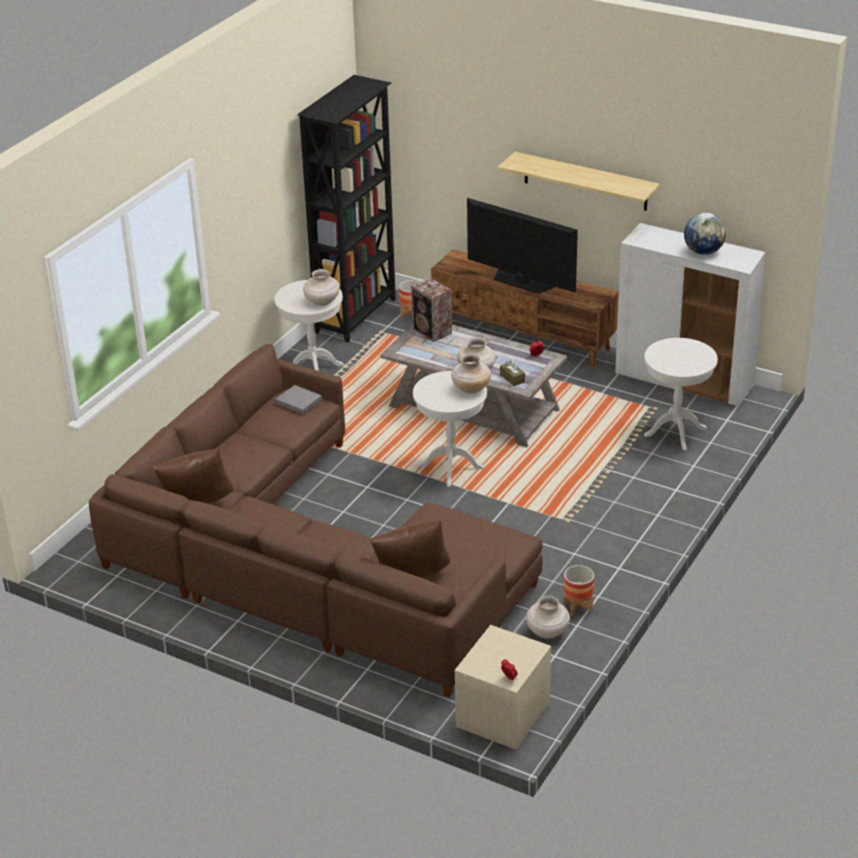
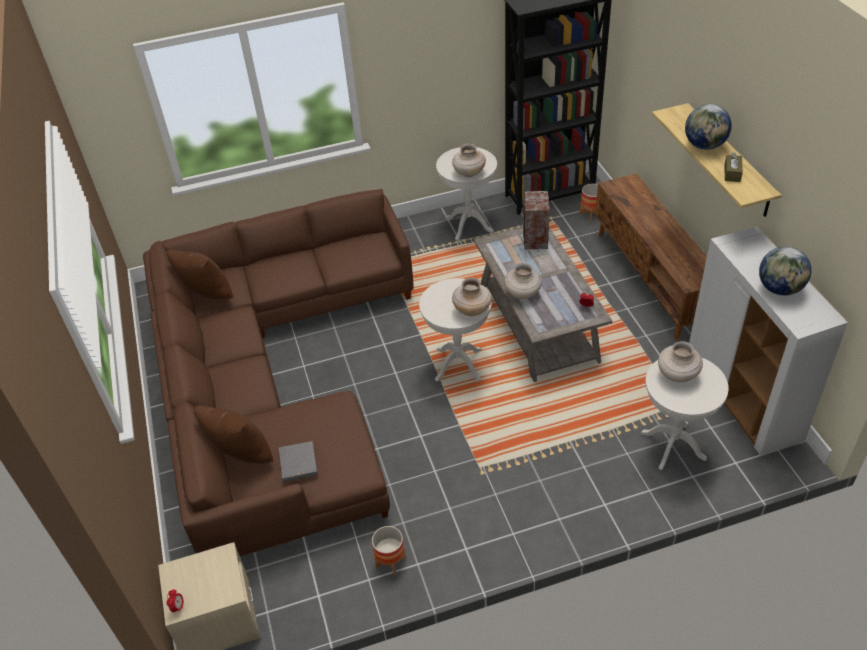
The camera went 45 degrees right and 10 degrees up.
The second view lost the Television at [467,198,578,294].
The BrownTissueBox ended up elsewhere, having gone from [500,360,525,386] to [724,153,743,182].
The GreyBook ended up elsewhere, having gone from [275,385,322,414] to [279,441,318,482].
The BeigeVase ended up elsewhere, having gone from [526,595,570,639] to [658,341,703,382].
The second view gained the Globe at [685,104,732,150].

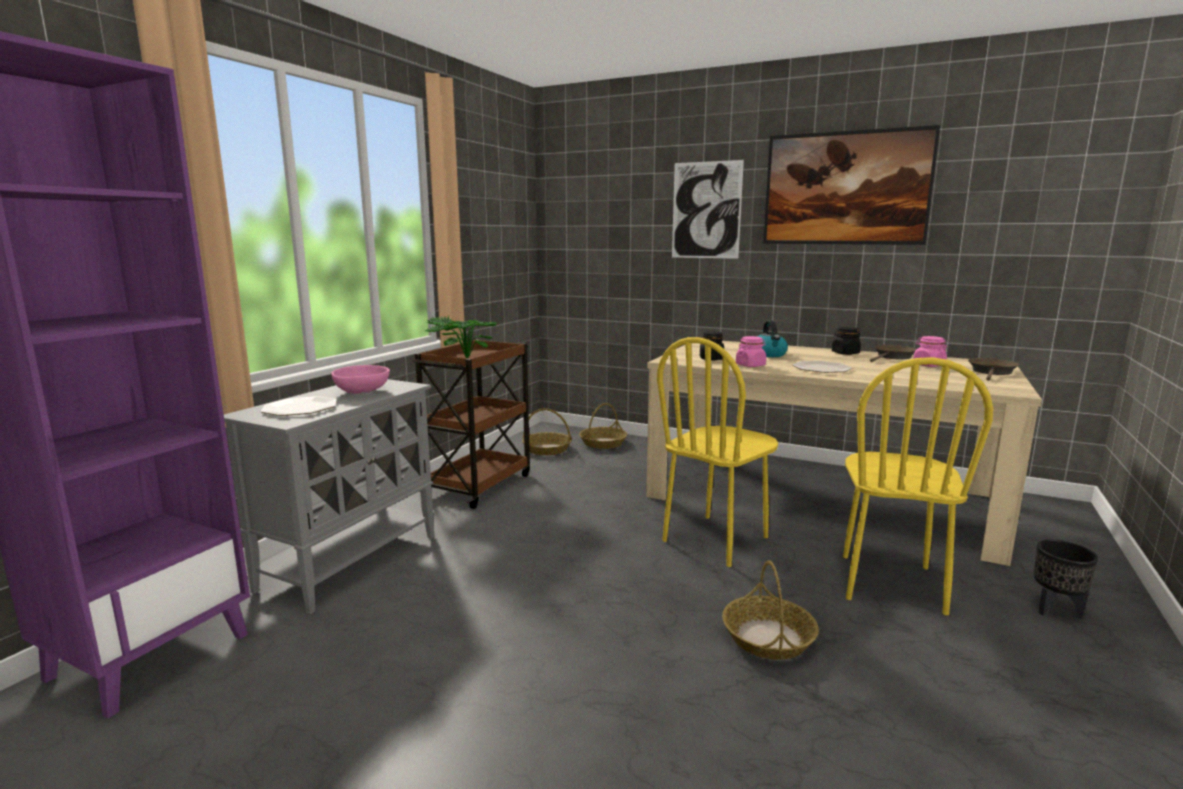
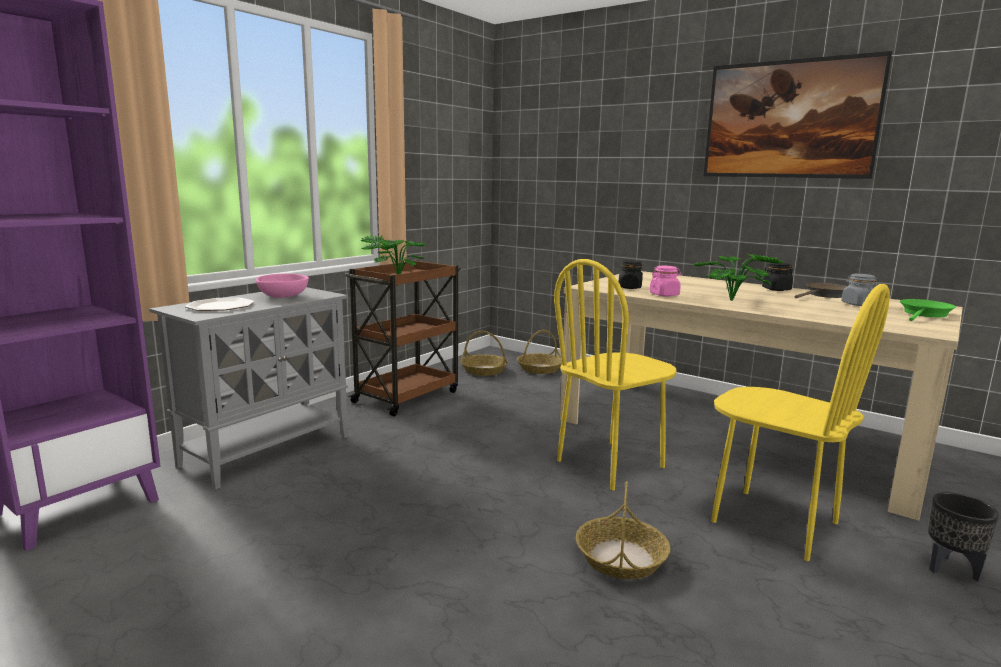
The camera went 10 degrees right and 0 degrees up.
The second view lost the Picture at [672,160,744,259].
The second view lost the Kettle at [757,320,788,357].
What was the PinkJar at [913,336,947,367] turned into the GreyJar at [841,274,877,306].
The YellowChair at [843,357,993,615] ended up facing another way, 75 degrees counterclockwise from before.
What was the BrownFryingPan at [968,358,1020,381] turned into the GreenFryingPan at [900,299,956,321].
Where the Plate stood at [793,361,852,373], the PottedPlant came to stand at [693,254,785,301].

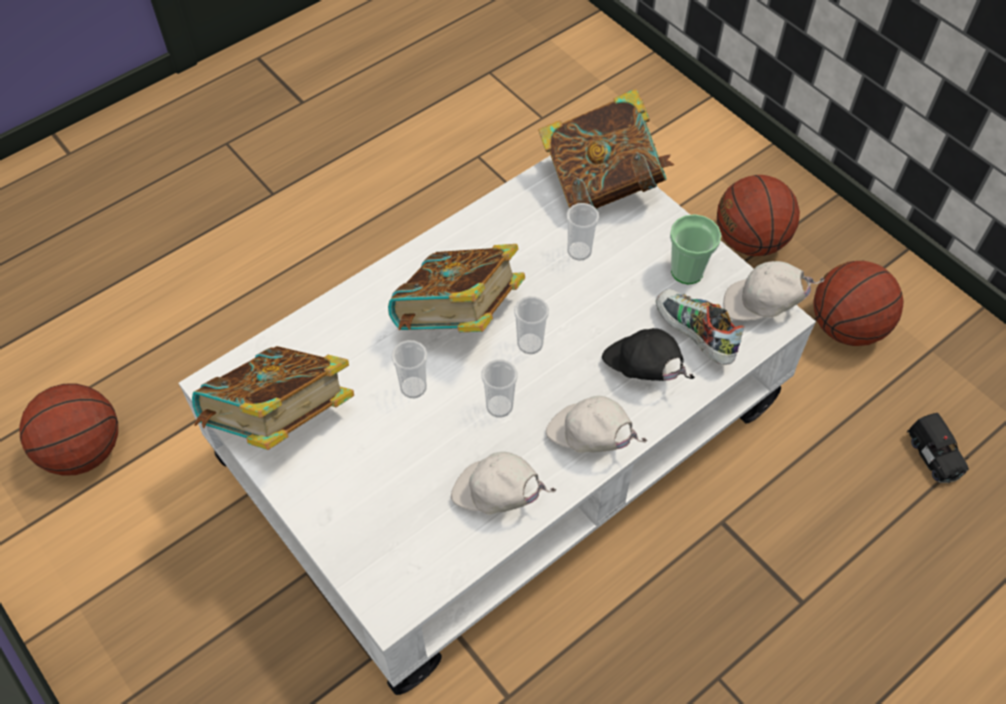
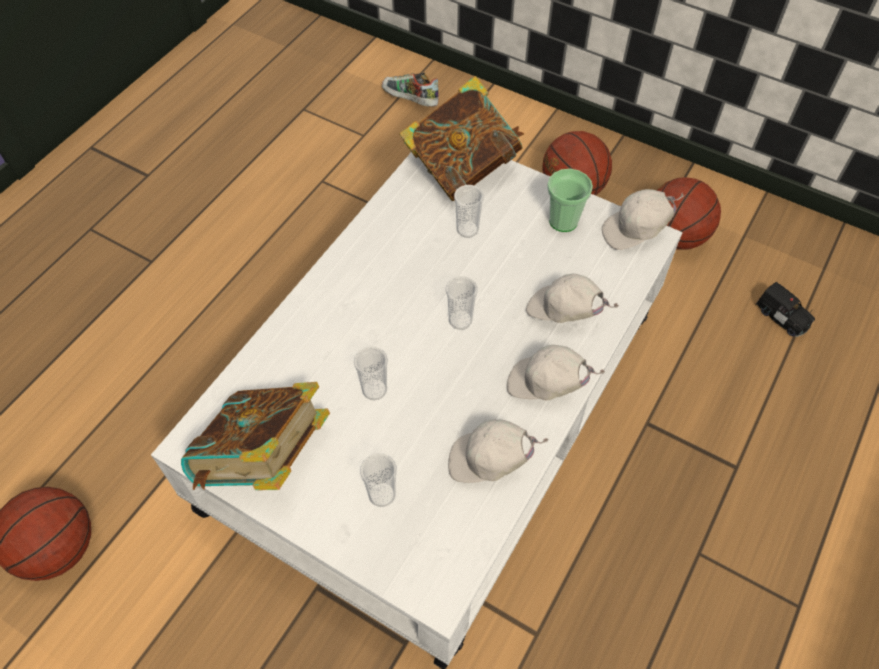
The camera went 20 degrees left and 0 degrees up.
The second view lost the Book at [388,244,525,332].
The Shoe ended up elsewhere, having gone from [656,289,744,365] to [382,73,439,107].
What was the BlackCap at [602,328,695,381] turned into the WhiteCap at [526,274,619,323].
The Cup ended up elsewhere, having gone from [481,359,517,418] to [360,453,397,507].

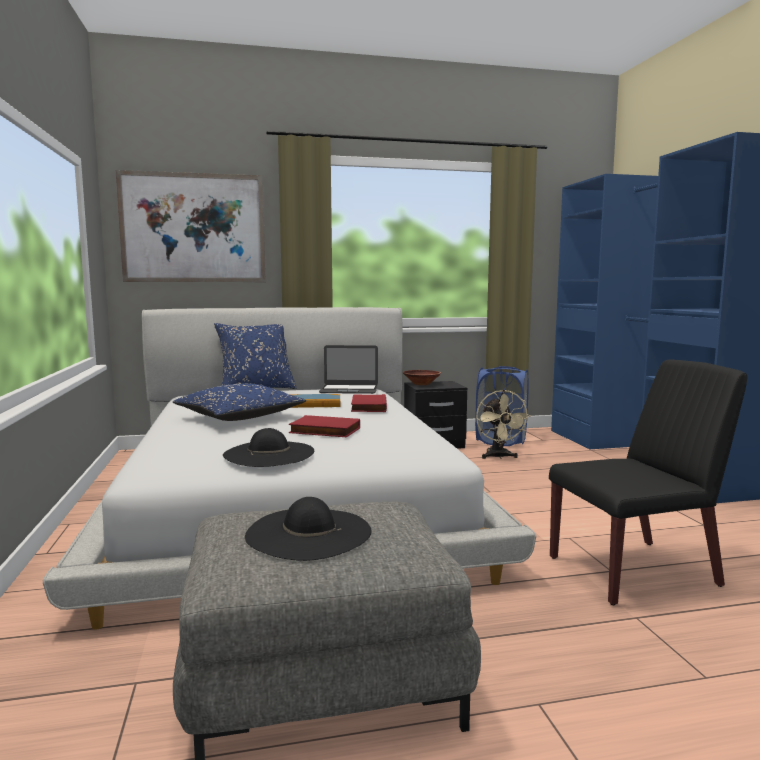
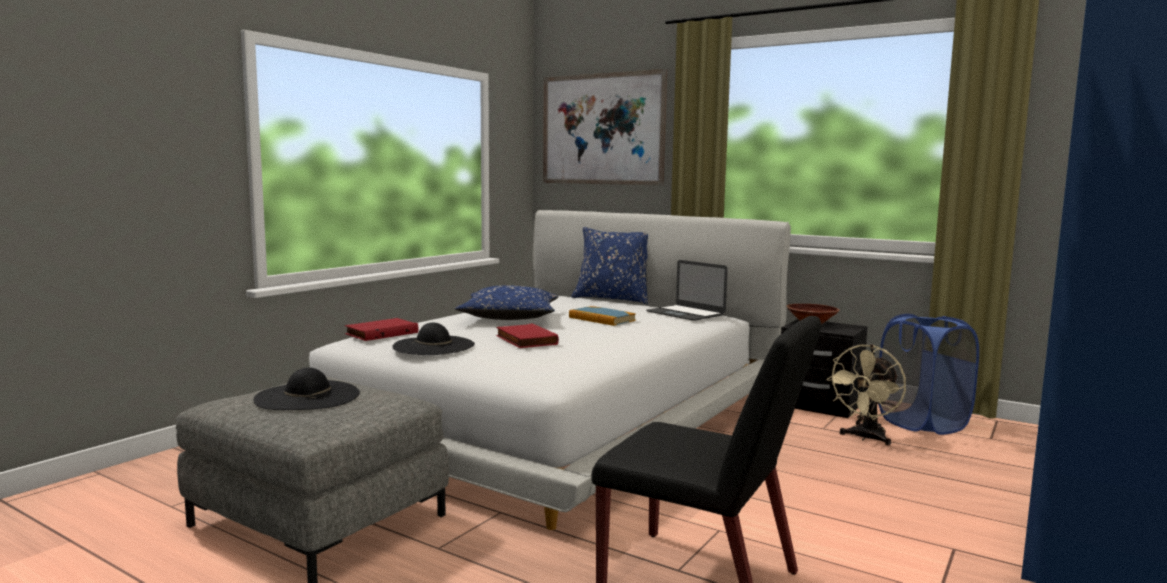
The camera went 45 degrees right and 0 degrees up.
The RedBook ended up elsewhere, having gone from [351,394,387,412] to [345,318,418,341].

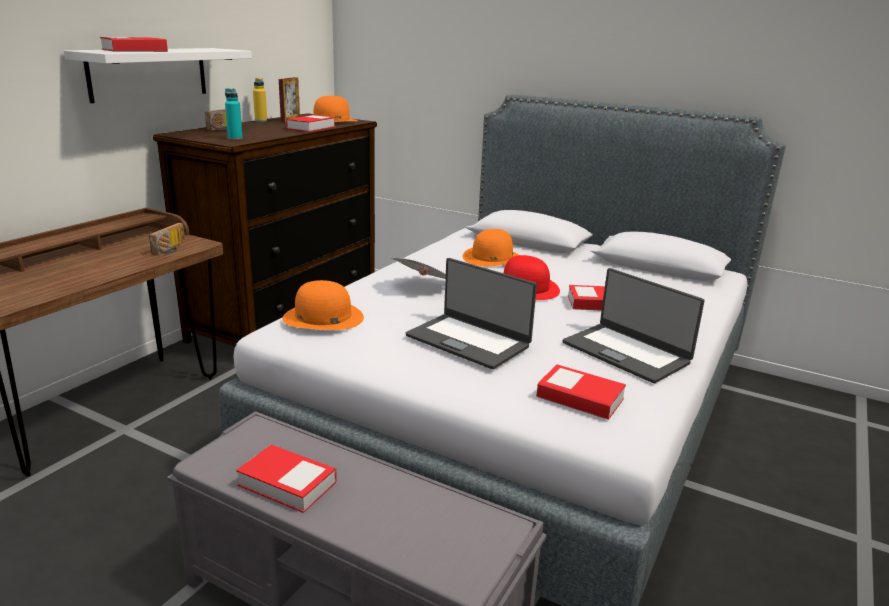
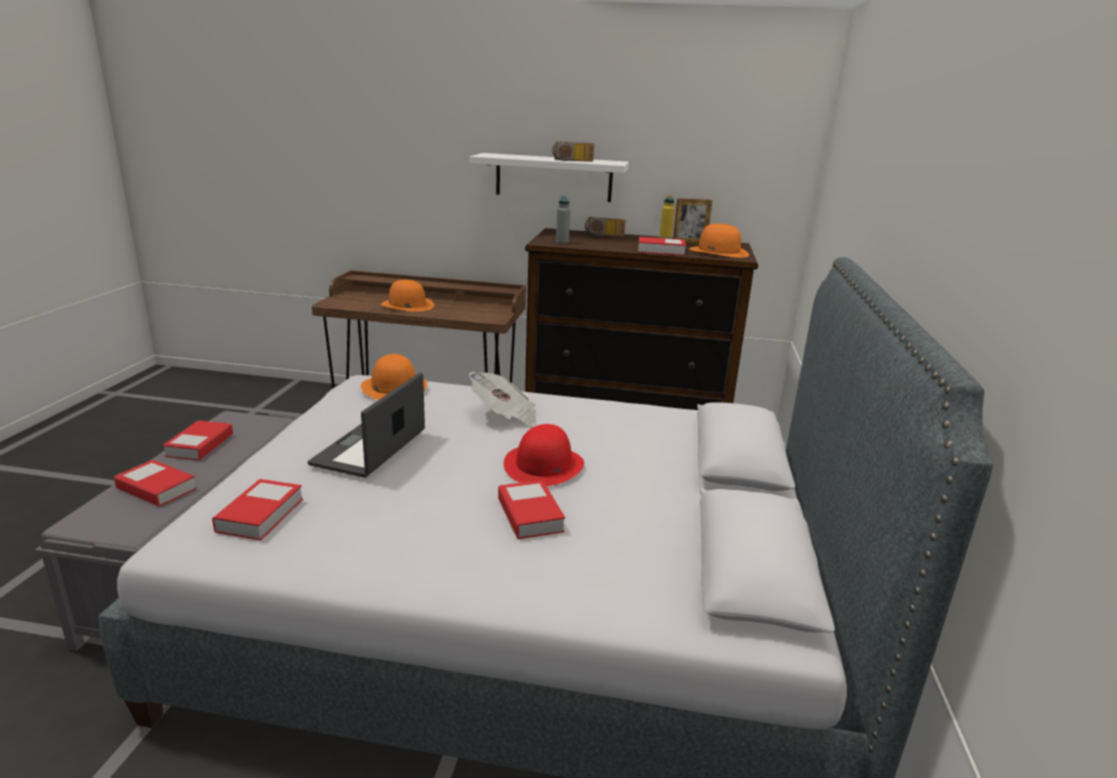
The camera went 70 degrees right and 0 degrees up.
The Book ended up elsewhere, having gone from [100,37,168,52] to [114,460,197,507].
What was the TurquoiseBottle at [225,88,243,140] turned into the GreyBottle at [556,196,570,243].
The Radio ended up elsewhere, having gone from [149,223,185,255] to [552,141,594,162].
The OrangeHat ended up elsewhere, having gone from [463,229,519,266] to [381,280,434,312].
The second view lost the Laptop at [563,268,705,383].

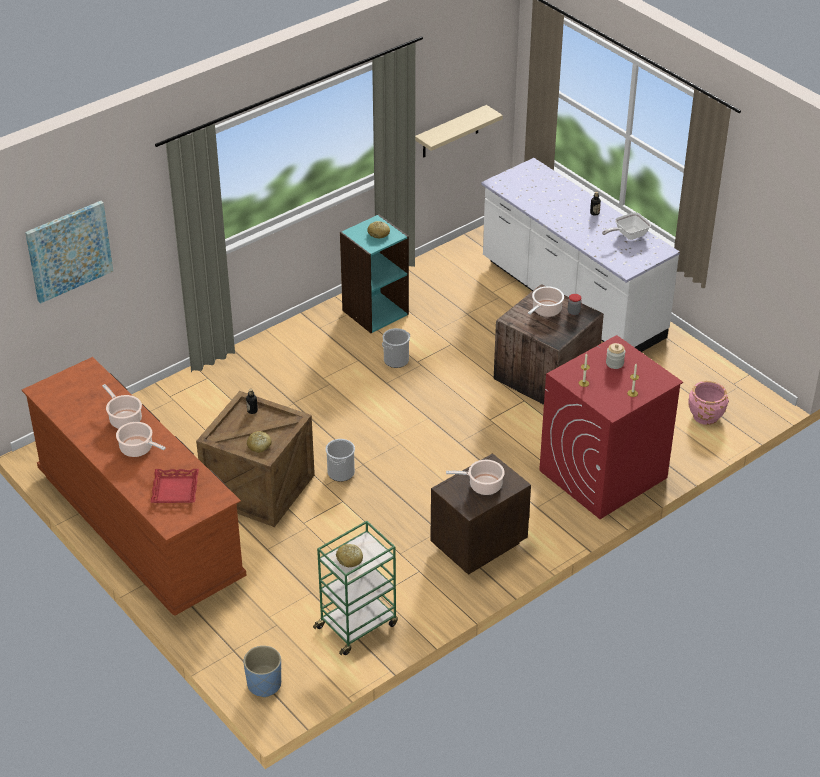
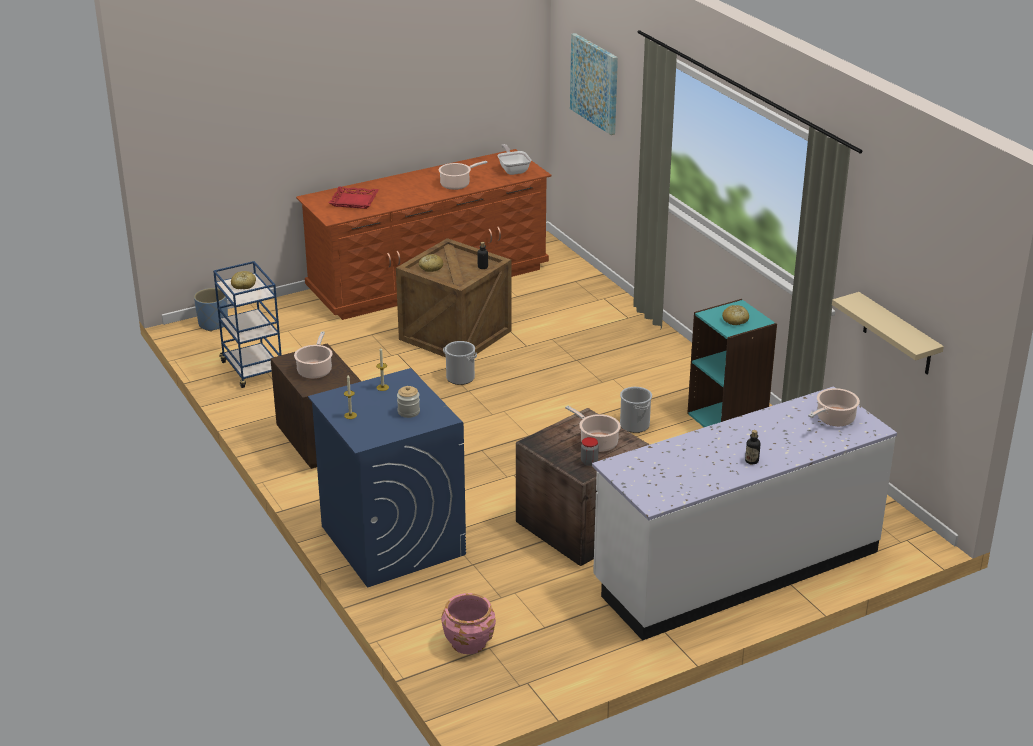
The camera went 100 degrees right and 10 degrees down.
The FryingPan ended up elsewhere, having gone from [602,212,651,240] to [497,144,531,175].
What was the RedWashingMachine at [539,335,683,519] turned into the BlueWashingMachine at [308,368,466,588].
The CookingPot ended up elsewhere, having gone from [116,422,166,457] to [808,388,860,426].
What was the GreenCart at [313,521,398,656] turned into the BlueCart at [213,261,282,388].

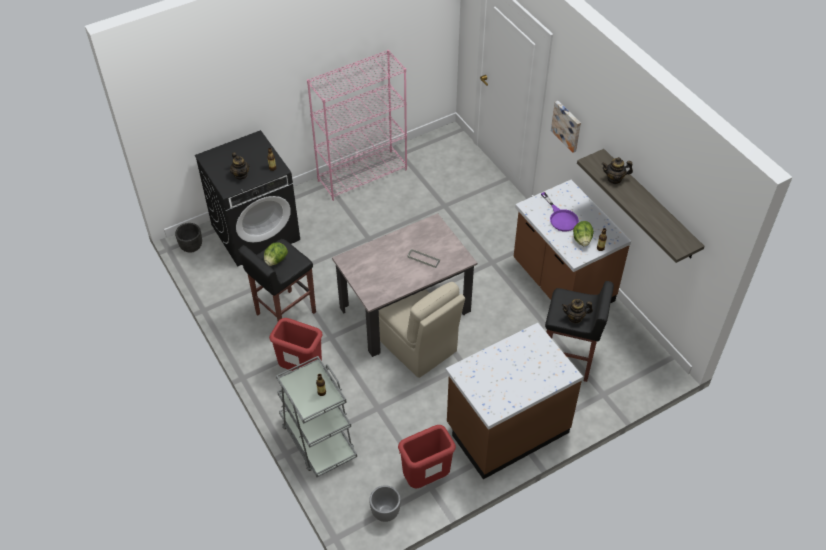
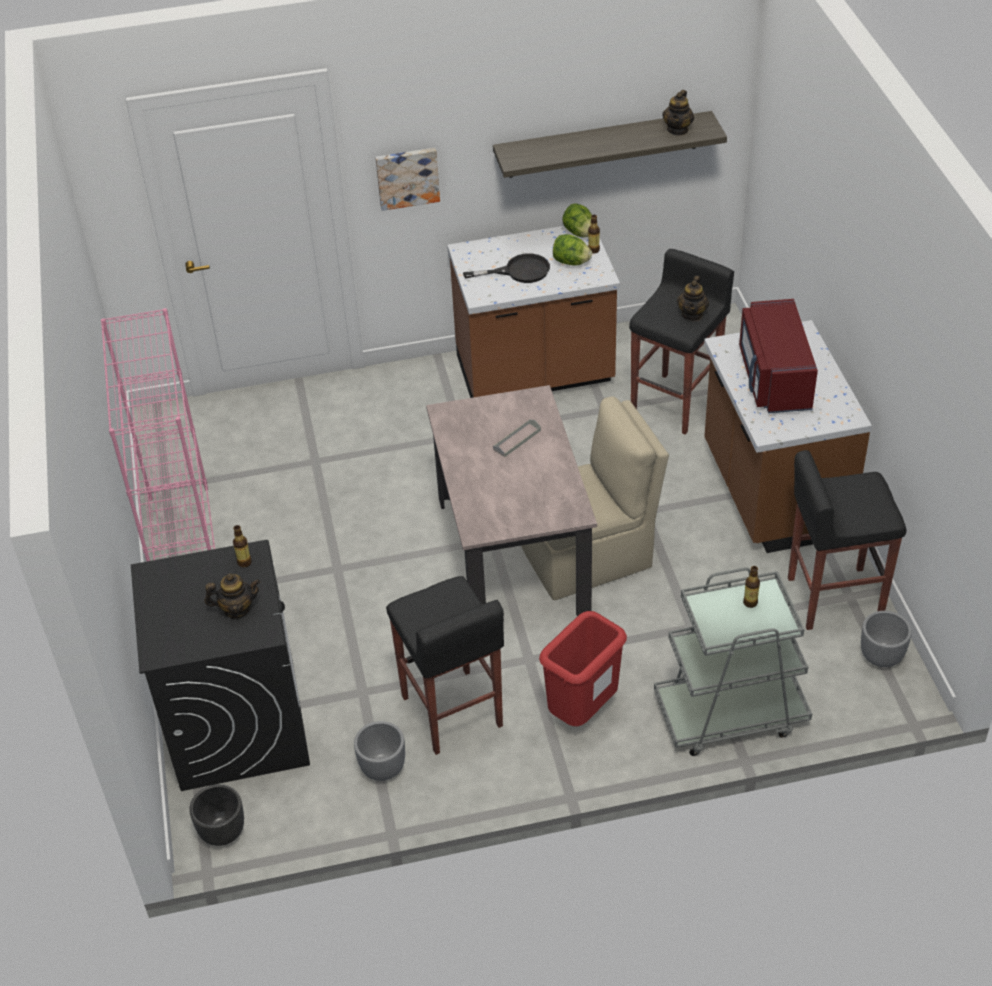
The camera went 70 degrees left and 5 degrees down.
The Teapot ended up elsewhere, having gone from [602,157,633,184] to [662,90,694,136].
What was the PurpleFryingPan at [541,192,579,231] turned into the BlackFryingPan at [463,253,550,283].
The Lettuce ended up elsewhere, having gone from [264,242,288,266] to [562,203,592,237].
Where the RedTrashCan stood at [398,425,456,488], the BlackStool came to stand at [788,450,906,630].
The second view gained the RedMicrowave at [739,299,818,413].
The second view gained the GreyPlanter at [354,721,405,781].

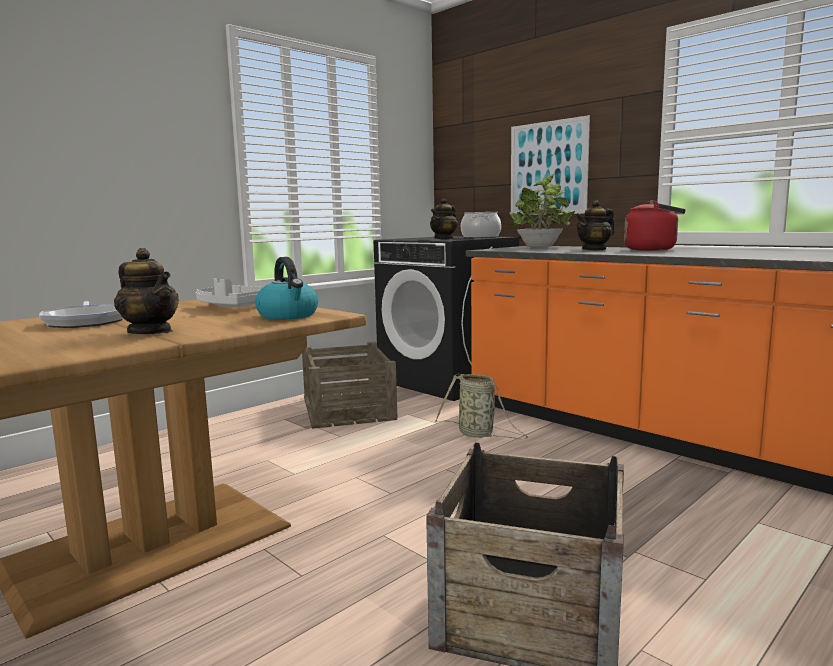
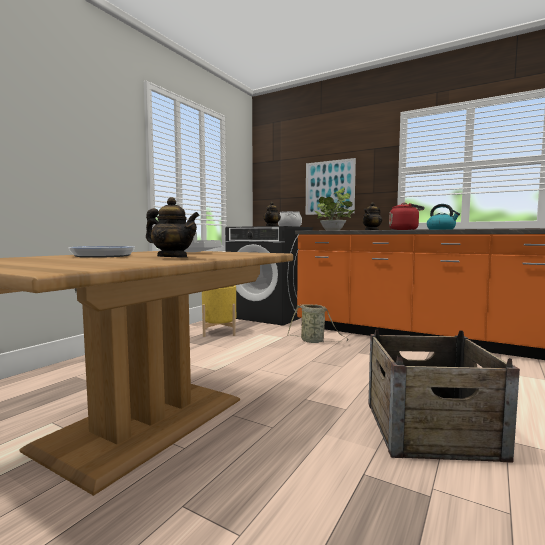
The camera went 15 degrees left and 5 degrees down.
The Kettle ended up elsewhere, having gone from [255,257,318,320] to [427,204,460,230].
Where the Crate stood at [302,342,397,429], the YellowPlanter came to stand at [202,285,236,337].

